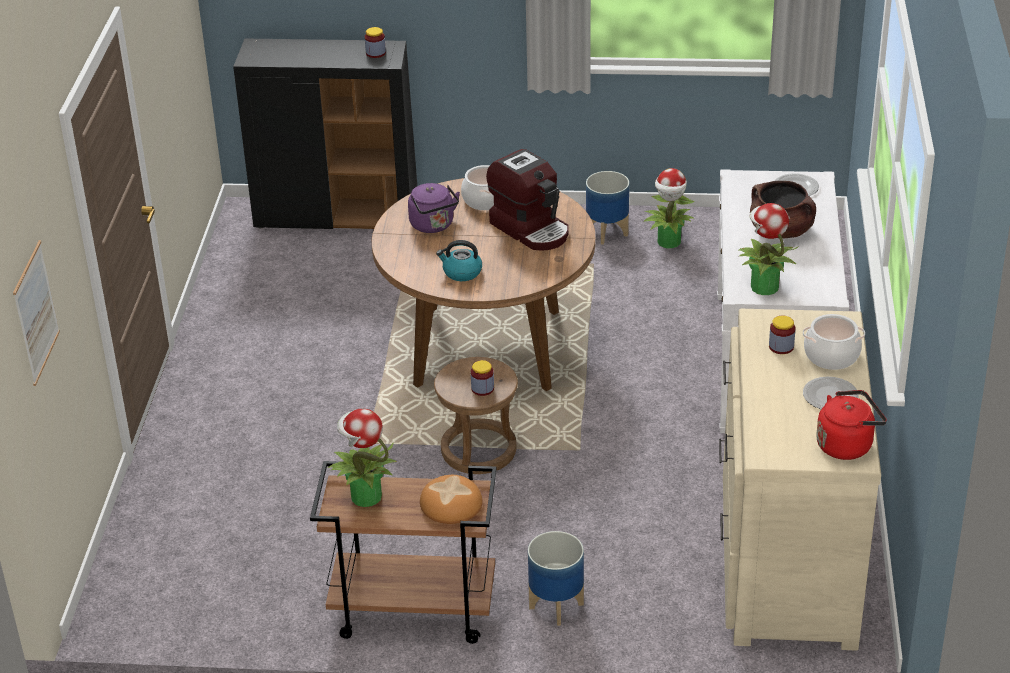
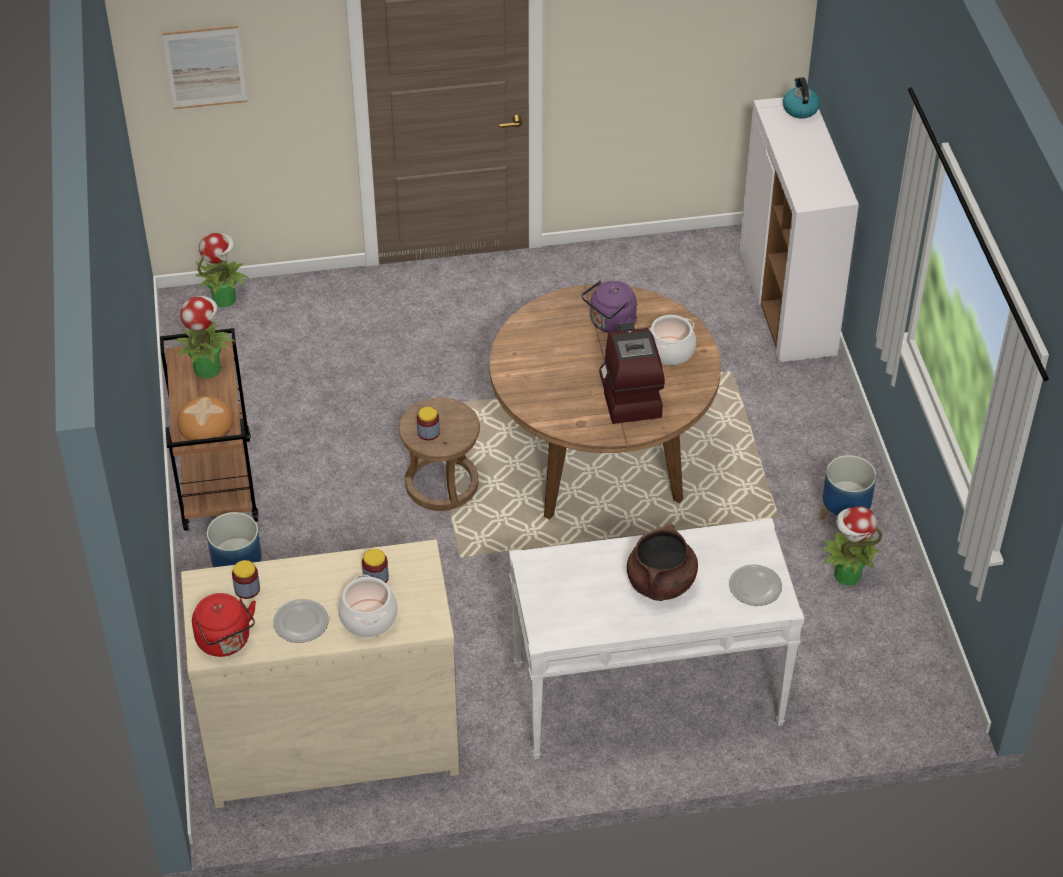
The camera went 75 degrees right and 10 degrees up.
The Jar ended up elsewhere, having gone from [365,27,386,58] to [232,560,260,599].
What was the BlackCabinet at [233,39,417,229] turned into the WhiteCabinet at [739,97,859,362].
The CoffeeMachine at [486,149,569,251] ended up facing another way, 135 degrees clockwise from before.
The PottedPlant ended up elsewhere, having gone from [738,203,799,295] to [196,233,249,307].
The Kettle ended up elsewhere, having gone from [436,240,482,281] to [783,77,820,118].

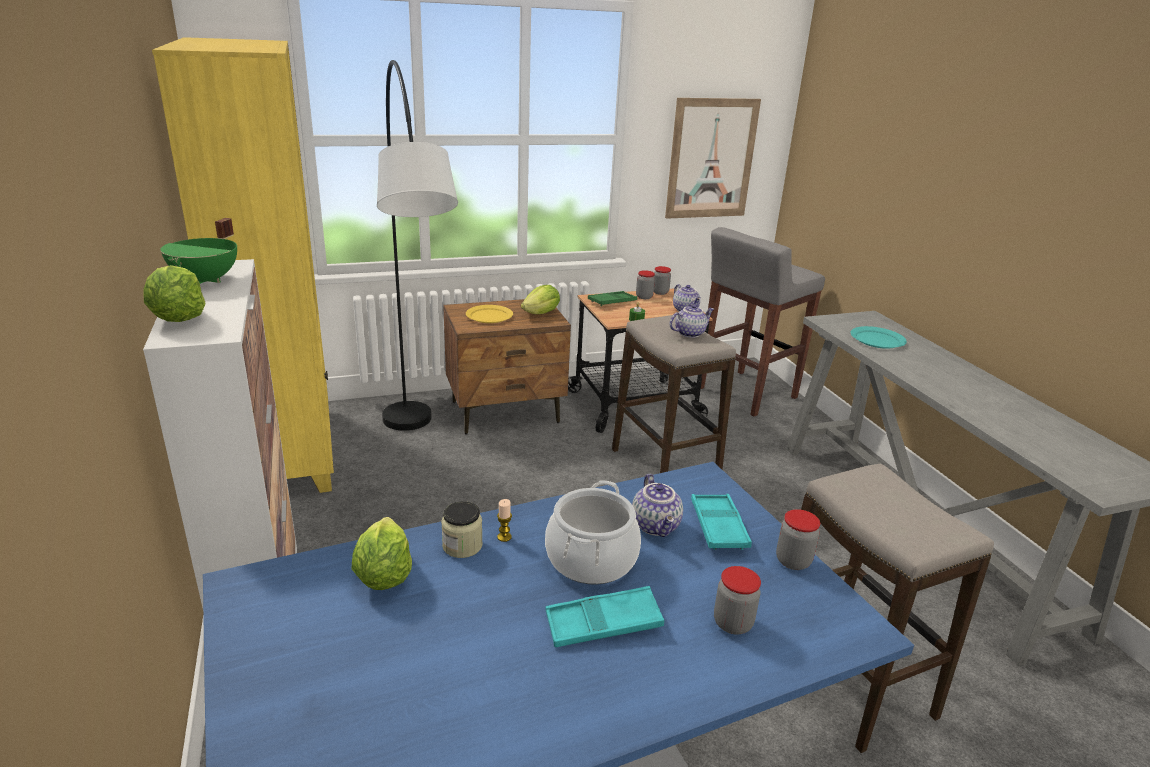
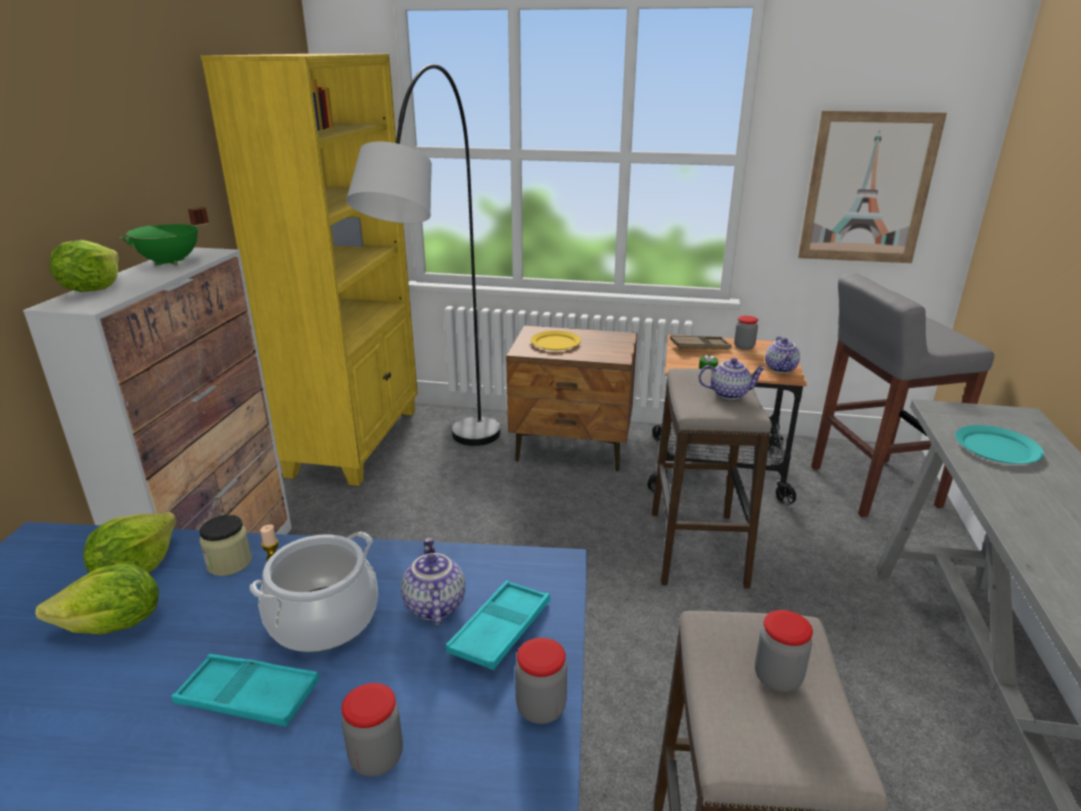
The camera went 30 degrees right and 0 degrees up.
The Jar ended up elsewhere, having gone from [654,266,671,295] to [755,610,813,692].
The Lettuce ended up elsewhere, having gone from [521,285,560,314] to [36,563,159,634].
What was the GreenTray at [588,291,637,306] turned into the BrownTray at [670,335,732,349].
The Teapot at [632,474,683,537] ended up facing another way, 150 degrees clockwise from before.

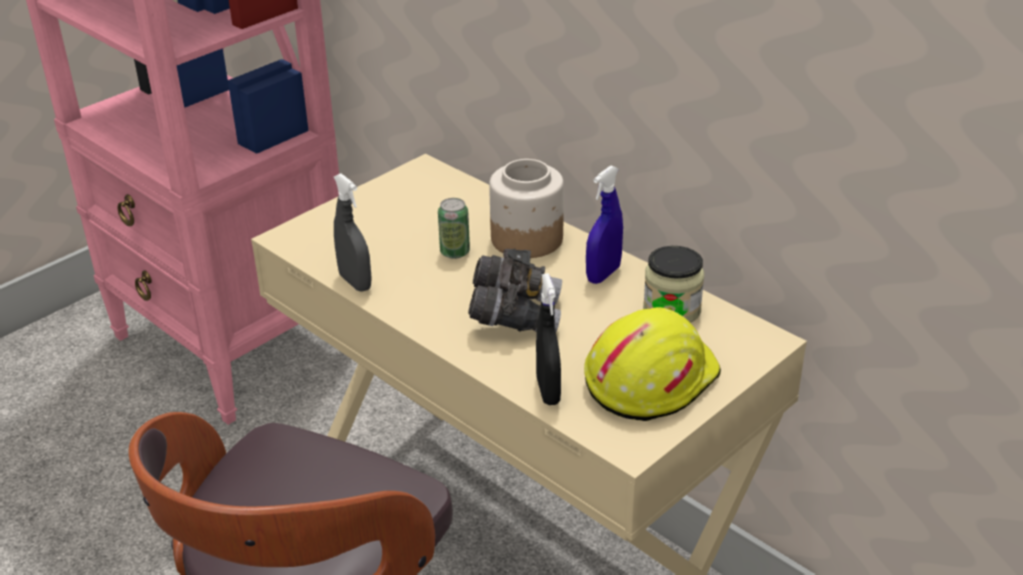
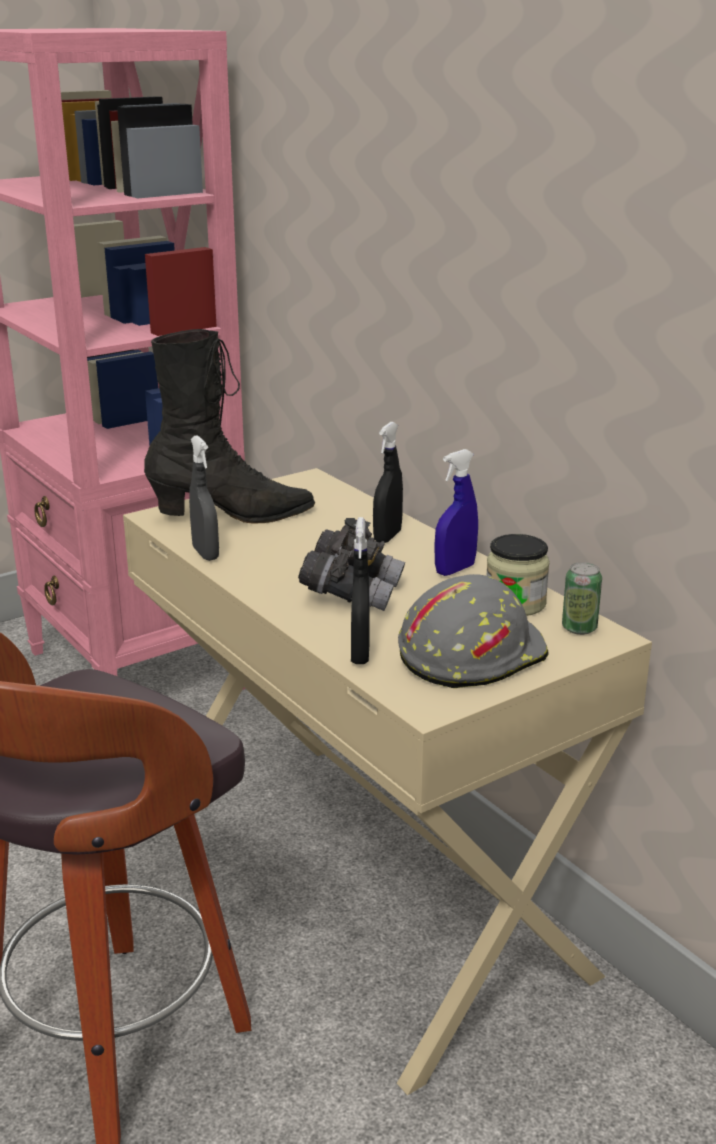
The camera went 10 degrees right and 10 degrees down.
Where the Jar stood at [489,159,564,258], the BlackSprayBottle came to stand at [373,422,403,543].
The Can ended up elsewhere, having gone from [438,198,470,259] to [562,562,602,635].
What was the YellowHardHat at [584,307,721,421] turned into the GreyHardHat at [398,574,548,688].
The second view gained the BlackBoot at [144,329,315,523].

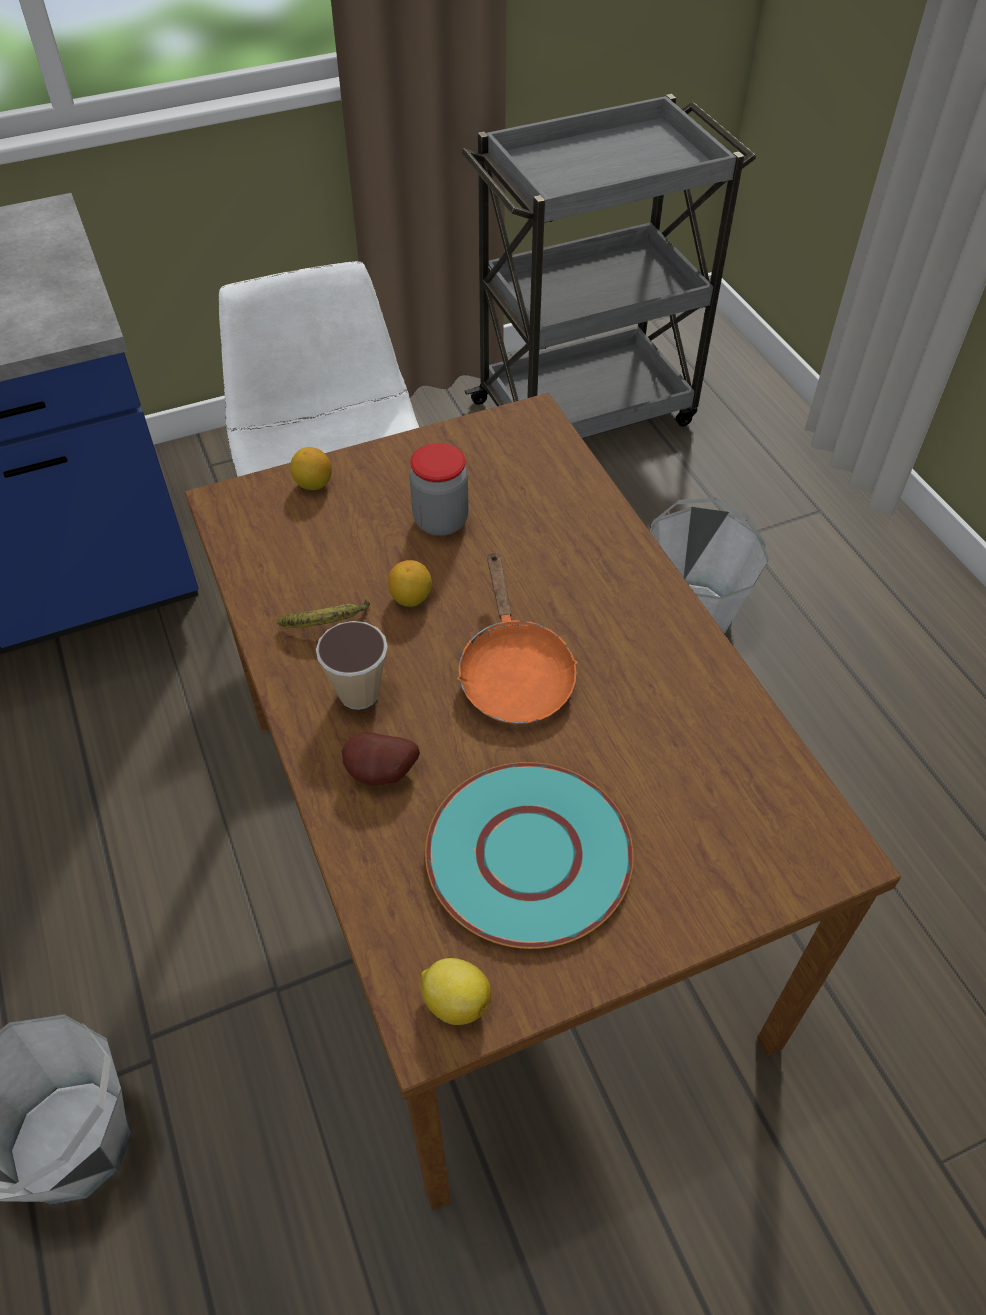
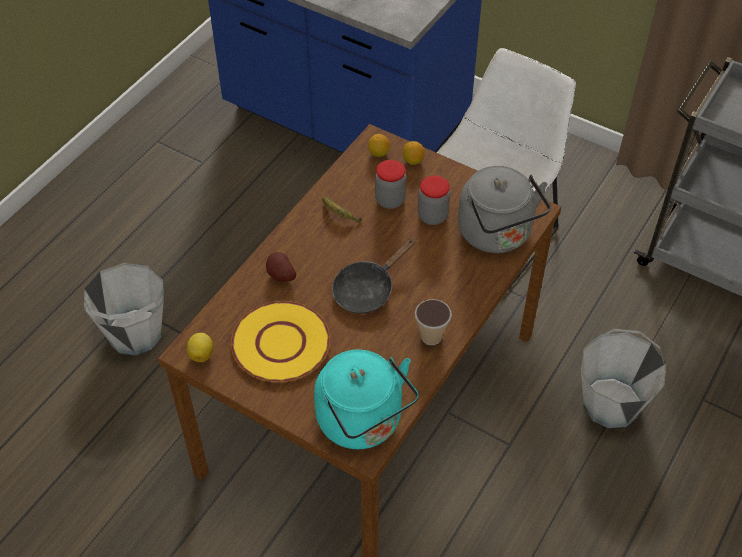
The camera went 55 degrees right and 0 degrees up.
What was the OrangeFryingPan at [457,551,577,724] turned into the BlackFryingPan at [332,238,415,314].
The Lemon ended up elsewhere, having gone from [388,560,432,607] to [368,134,390,157].
The Cup ended up elsewhere, having gone from [316,621,388,710] to [415,299,452,345].
What was the TurquoisePlate at [425,762,634,949] turned into the YellowPlate at [231,301,330,382].
The second view gained the Jar at [375,160,406,209].
The second view gained the GreyKettle at [458,166,551,253].
The second view gained the TurquoiseKettle at [314,350,419,449].

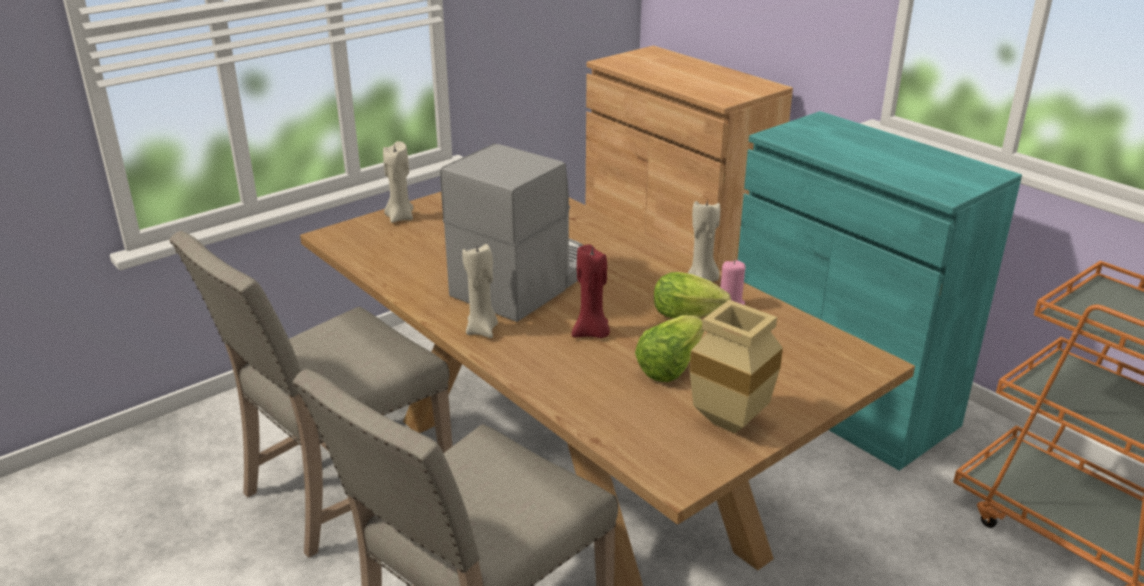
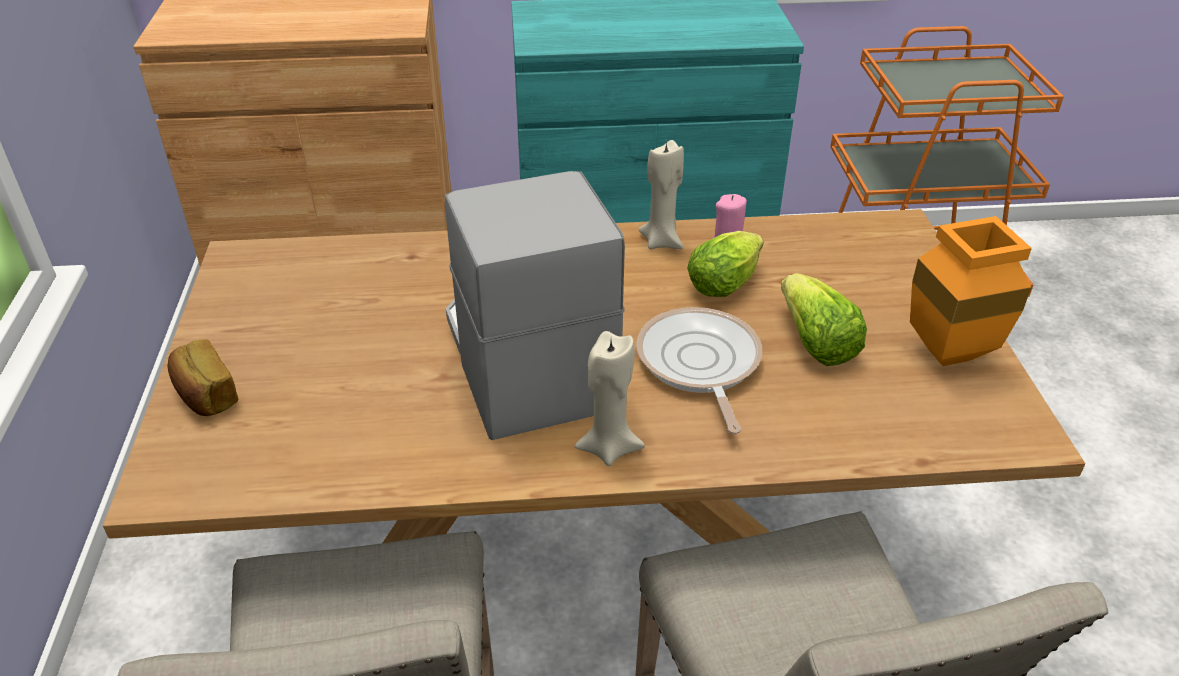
The camera went 55 degrees left and 10 degrees up.
Where the BeigeCandle stood at [383,141,413,223], the Bread came to stand at [168,339,239,416].
Where the RedCandle stood at [572,244,610,338], the FryingPan came to stand at [636,307,762,434].
What was the BeigeVase at [689,300,783,433] turned into the OrangeVase at [910,216,1032,366].

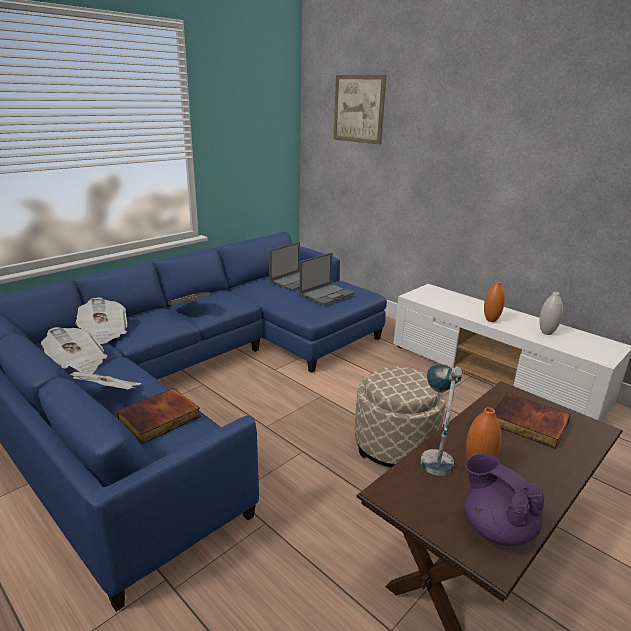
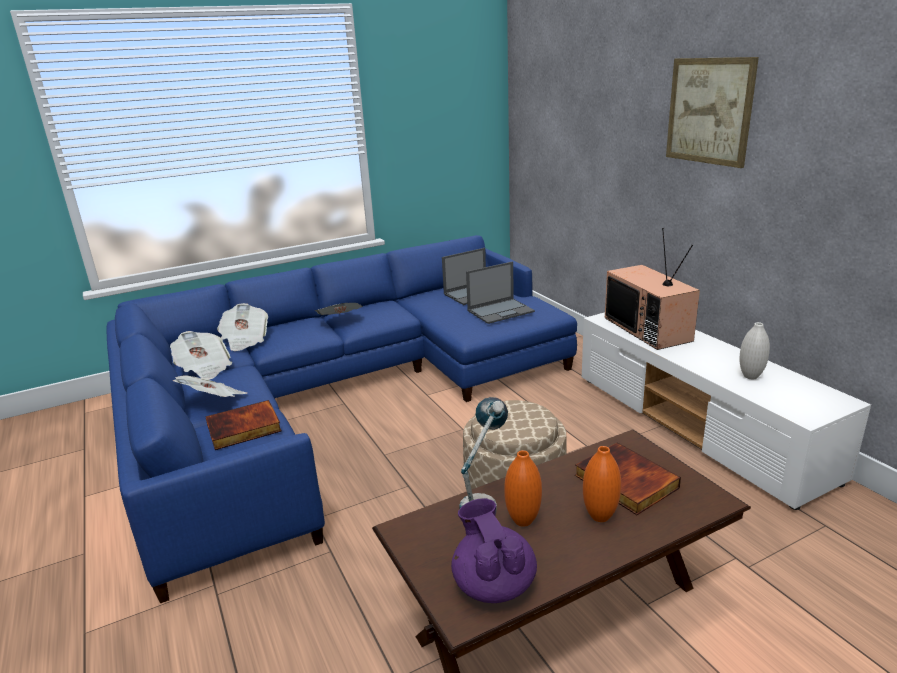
The camera went 20 degrees right and 0 degrees up.
The Picture ended up elsewhere, having gone from [334,75,386,145] to [666,57,759,168].
The OrangeVase ended up elsewhere, having gone from [484,281,505,322] to [583,446,621,522].
The second view gained the Television at [605,228,700,350].

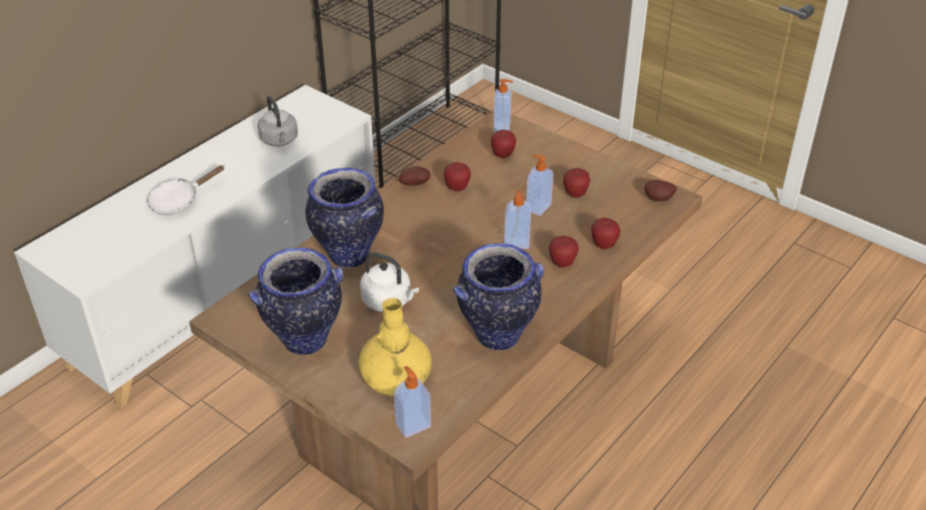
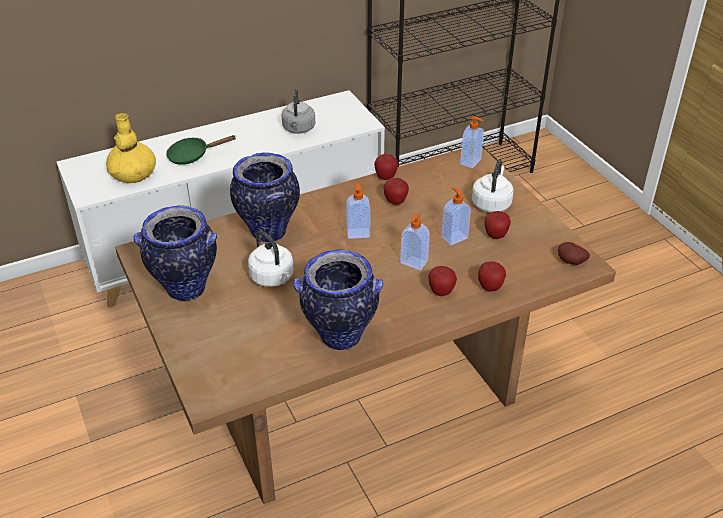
The camera went 25 degrees right and 0 degrees up.
The Apple ended up elsewhere, having gone from [491,130,516,158] to [374,154,398,180].
What was the WhiteFryingPan at [148,165,225,215] turned into the GreenFryingPan at [166,135,237,165].
The second view lost the Potato at [399,166,430,186].
The YellowVase ended up elsewhere, having gone from [359,298,432,396] to [106,113,156,184].
The SoapDispenser ended up elsewhere, having gone from [394,366,431,438] to [346,183,371,239].
The second view gained the WhiteKettle at [472,160,513,212].

